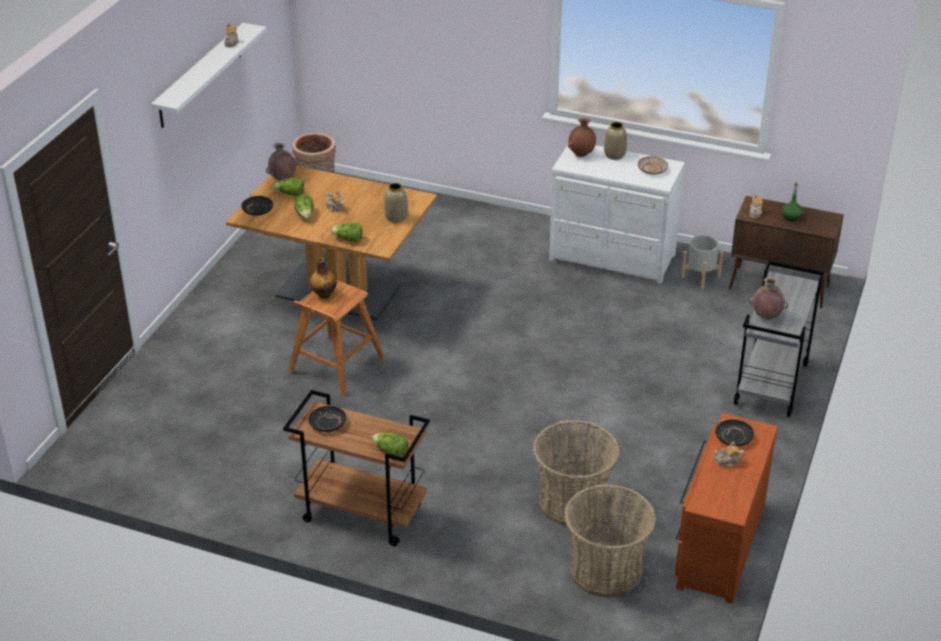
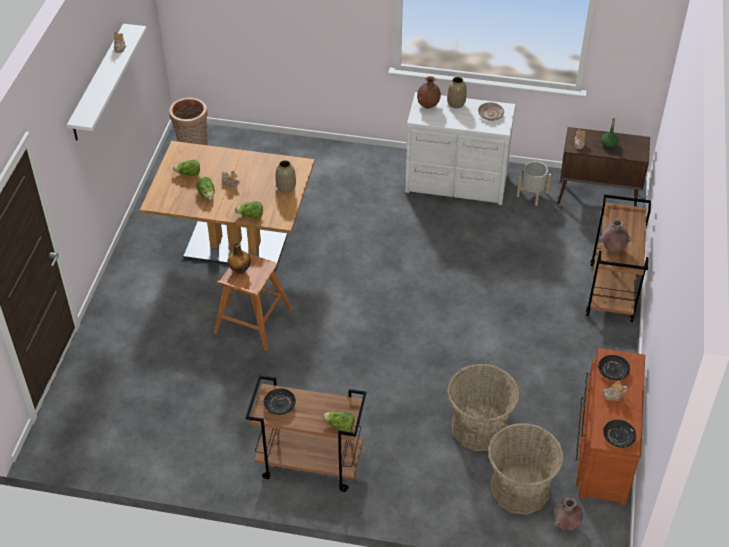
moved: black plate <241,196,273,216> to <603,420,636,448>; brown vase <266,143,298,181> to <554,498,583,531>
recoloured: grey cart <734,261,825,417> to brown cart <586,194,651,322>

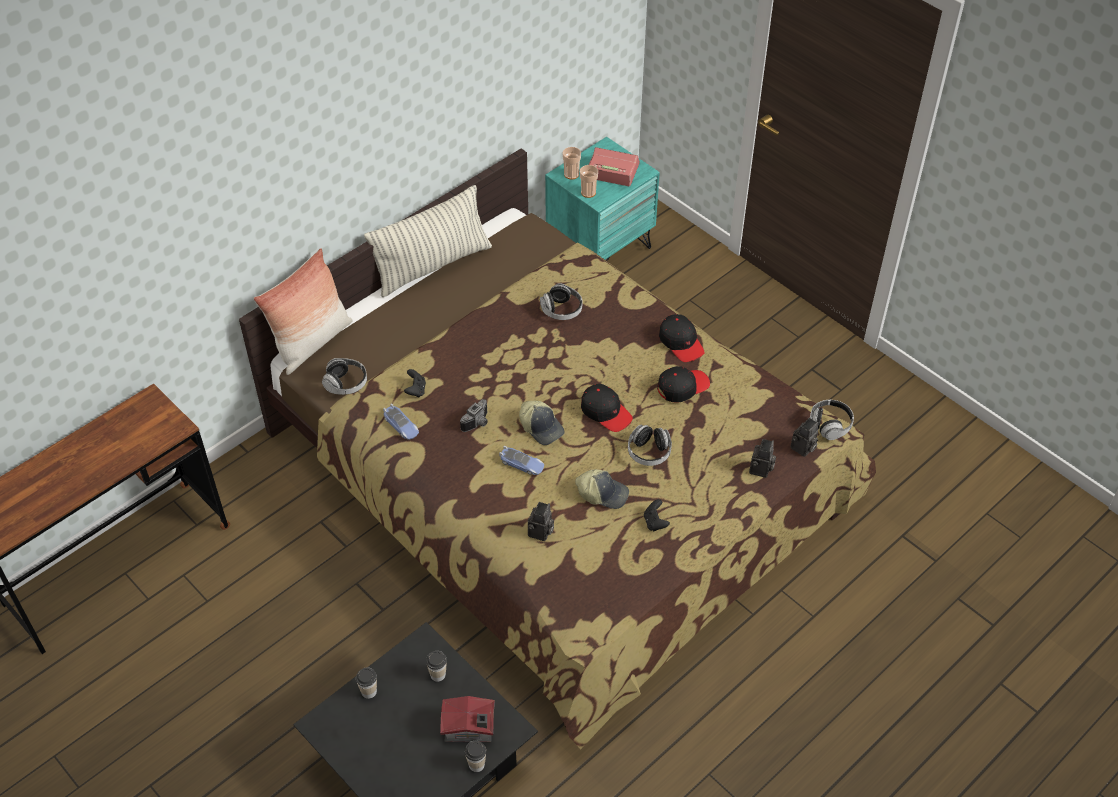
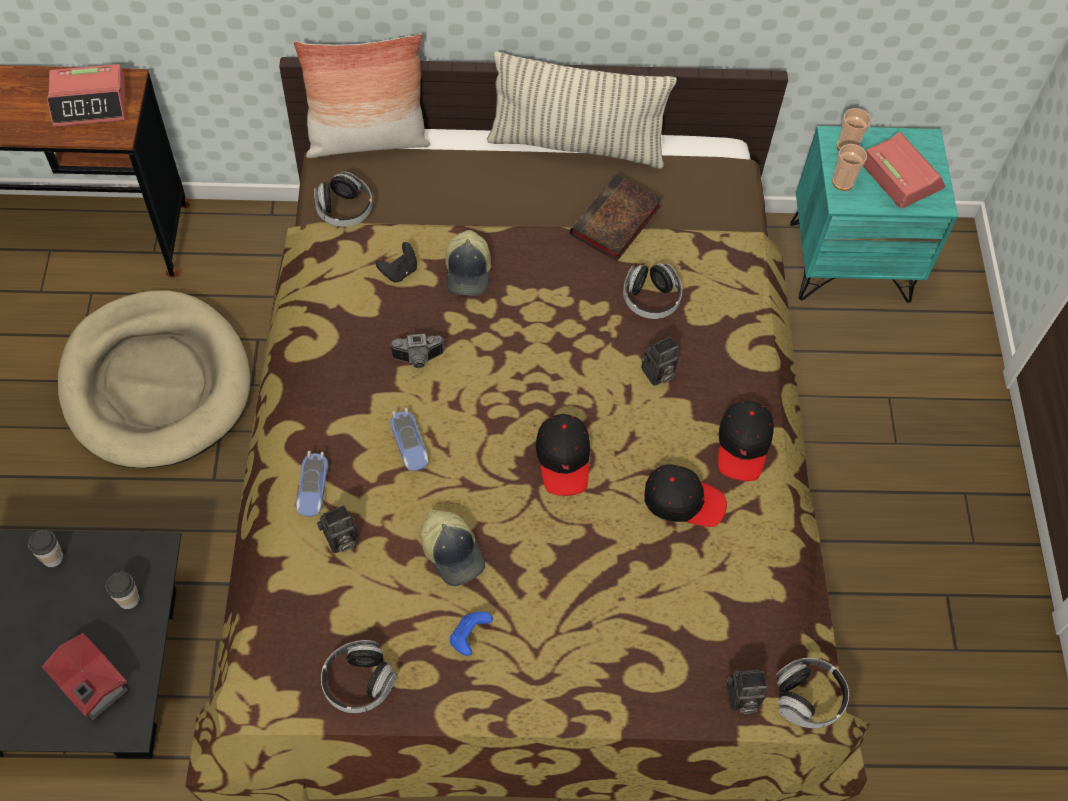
removed: cup <465,741,486,772>
added: alarm clock <47,64,125,127>; beige dog bed <58,291,251,468>; book <570,174,662,261>
moved: toy car <383,403,419,440> to <296,451,329,517>; cap <519,401,565,445> to <445,230,491,296>; headphones <628,425,672,466> to <321,640,397,713>; photo camera <749,439,776,478> to <641,337,679,386>
recoloured: black game controller <644,499,670,531> to blue game controller <450,611,493,656>

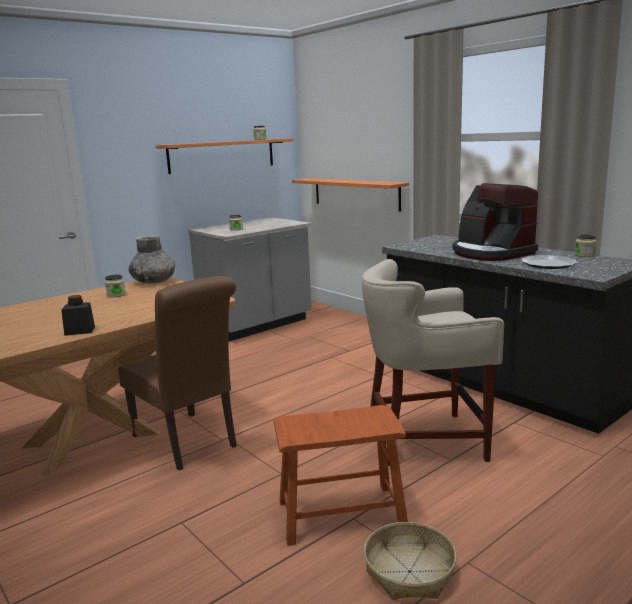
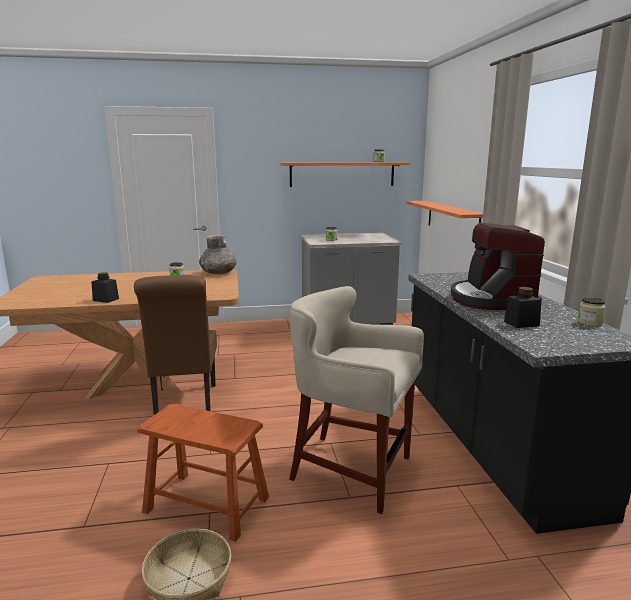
replaced: plate <521,255,578,269> to black jar <504,287,542,328>

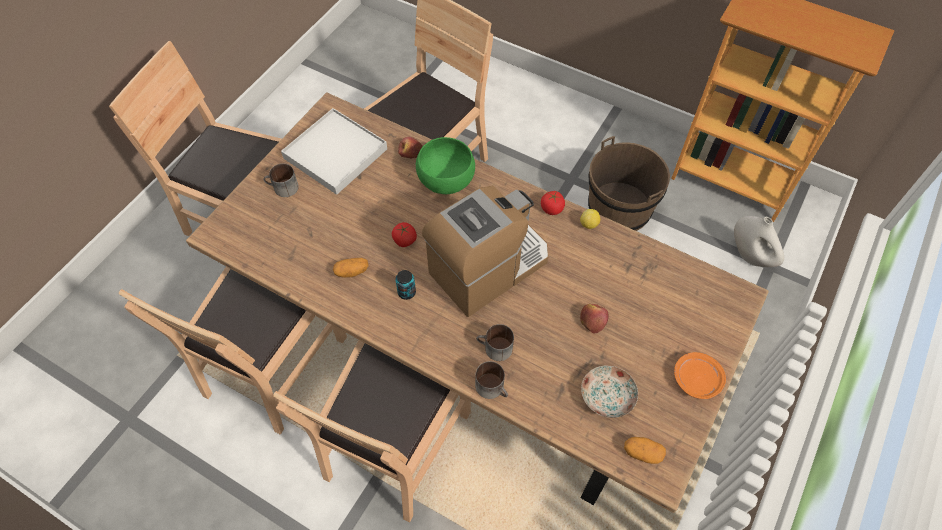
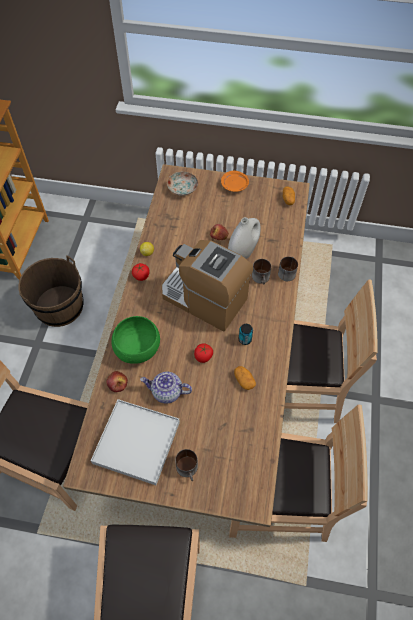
added: teapot <140,372,192,404>
moved: plate <581,366,638,418> to <167,172,198,196>; white vase <734,216,784,267> to <228,217,261,259>

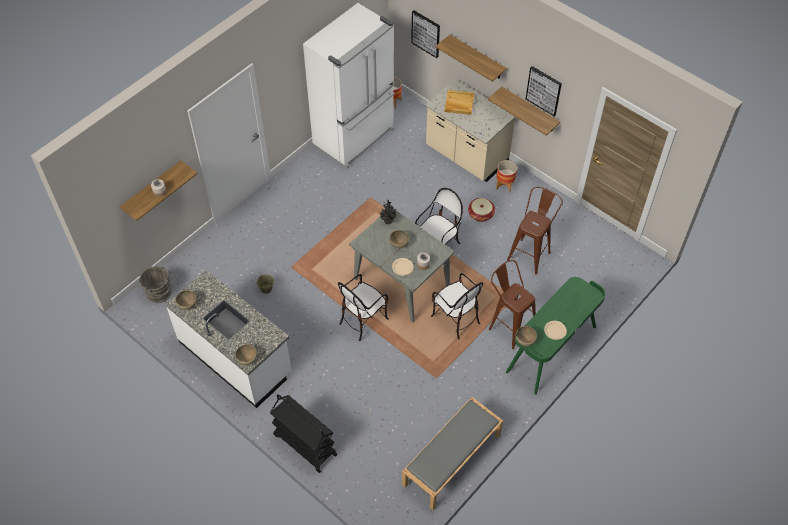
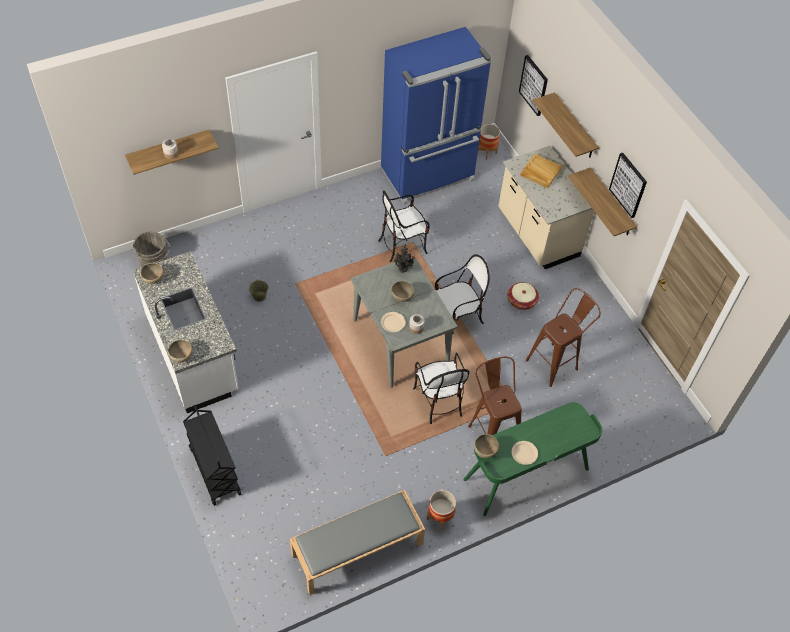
moved: chair <338,274,389,341> to <378,190,430,262>; planter <496,160,517,193> to <427,490,456,531>
recoloured: white fridge <303,3,395,169> to blue fridge <381,27,491,205>

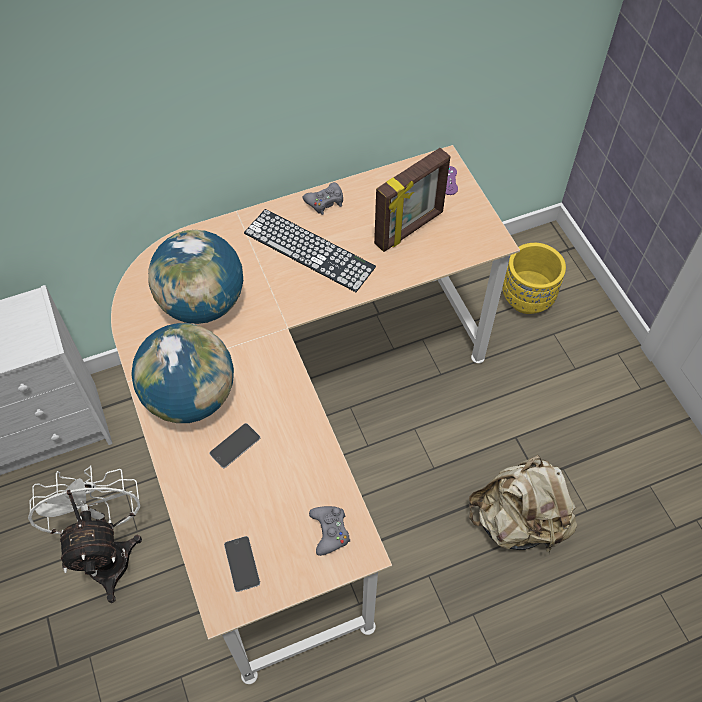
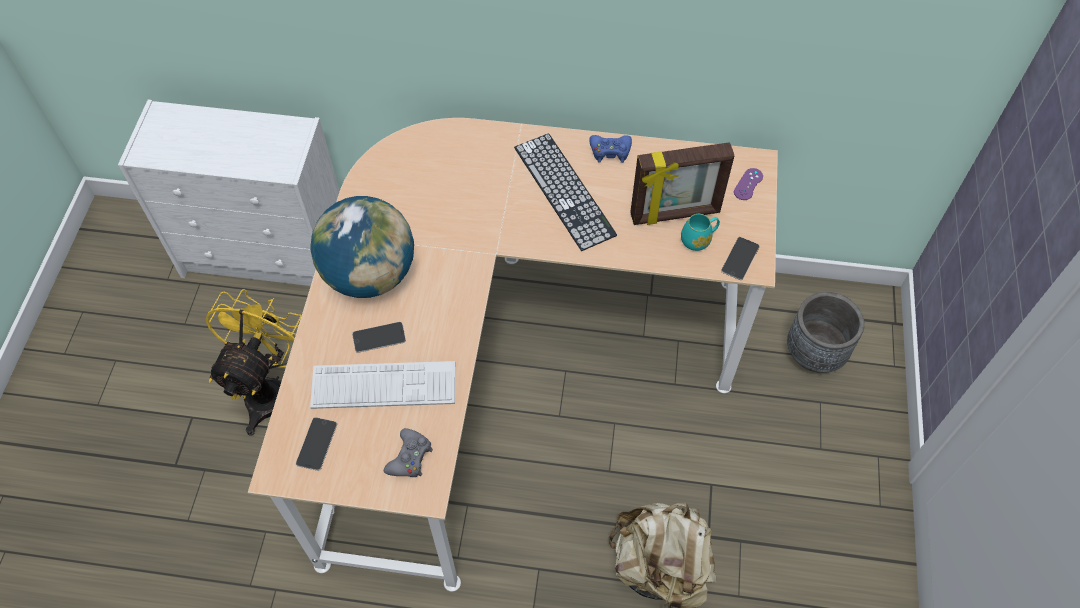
removed: globe <148,230,243,324>
added: keyboard <310,361,455,409>; turquoise mug <681,214,720,251>; phone <721,237,760,280>
recoloured: white fan <28,465,142,603> to yellow fan <205,289,301,436>; grey game controller <303,182,343,215> to blue game controller <589,135,632,163>; yellow planter <503,243,566,314> to grey planter <787,292,865,373>

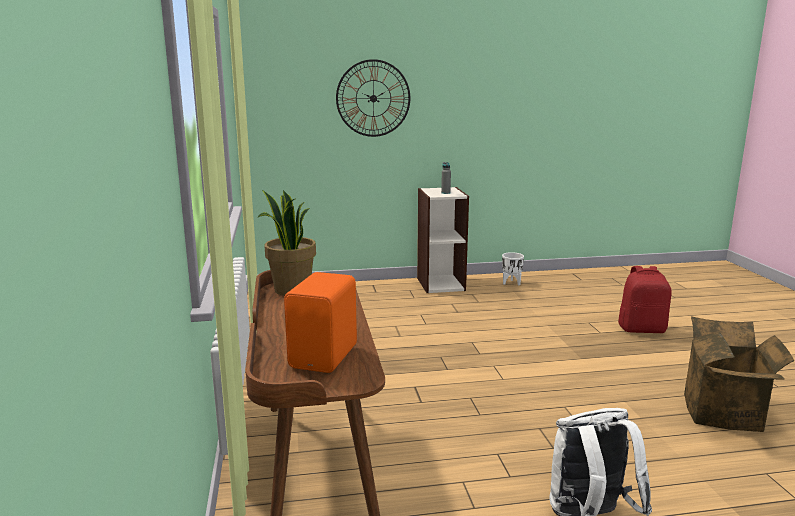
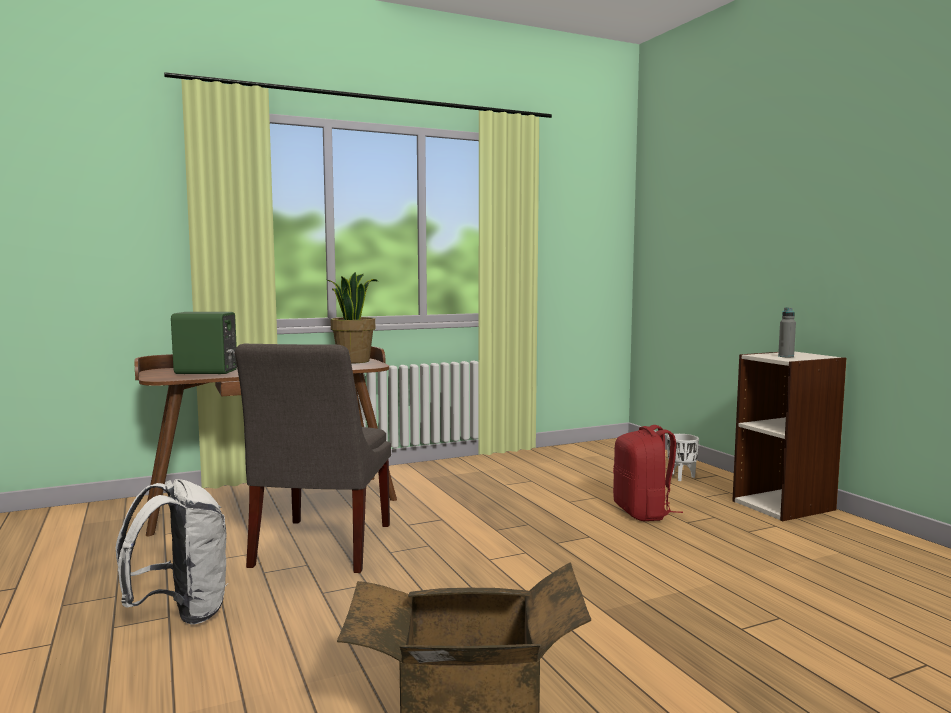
removed: wall clock <336,59,410,137>
added: grey chair <235,344,391,573>
moved: white planter <502,252,524,285> to <667,434,699,481>; red backpack <618,266,672,333> to <613,425,683,521>
recoloured: orange speaker <284,272,357,373> to green speaker <171,312,237,374>

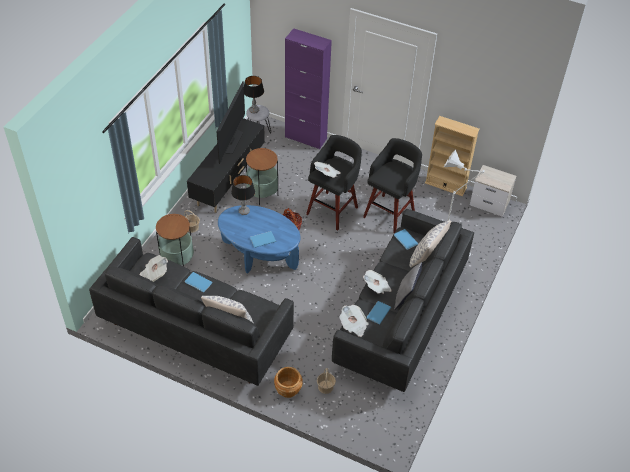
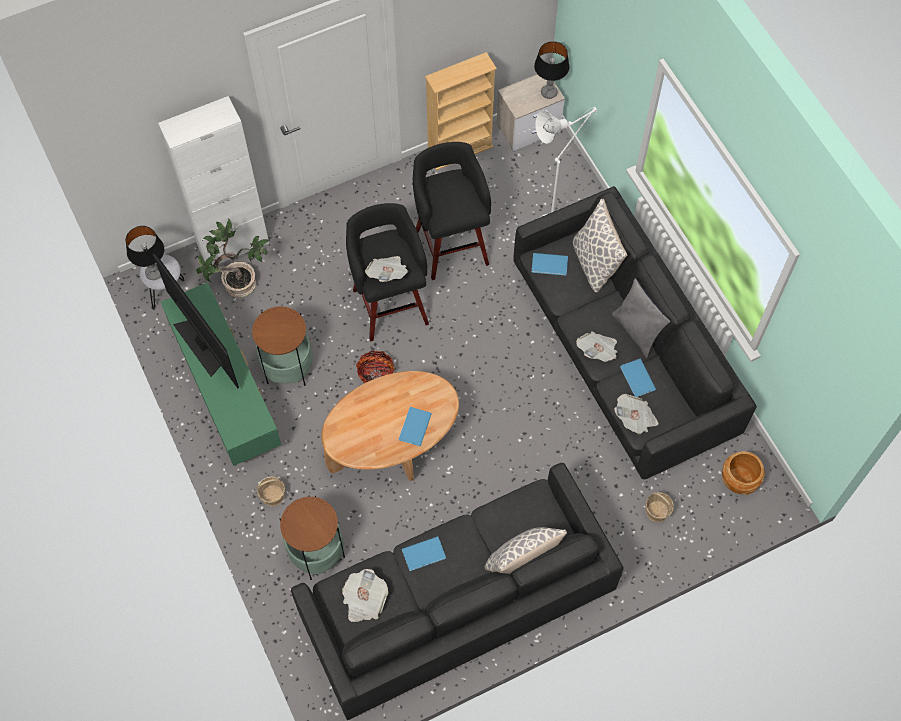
added: potted plant <196,218,269,298>
moved: table lamp <231,175,255,215> to <534,41,570,99>; brown planter <274,367,303,398> to <722,451,765,495>
recoloured: black tv stand <187,118,265,213> to green tv stand <161,282,281,466>; blue coffee table <218,205,301,273> to brown coffee table <321,371,459,481>; purple cabinet <285,28,332,149> to white cabinet <158,96,269,266>

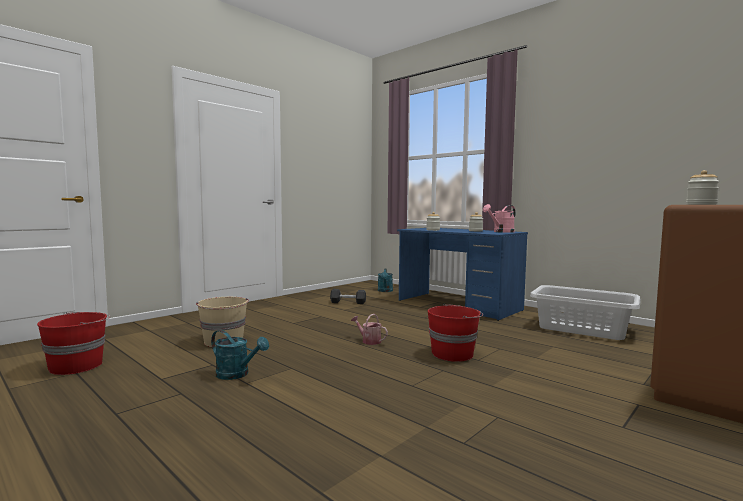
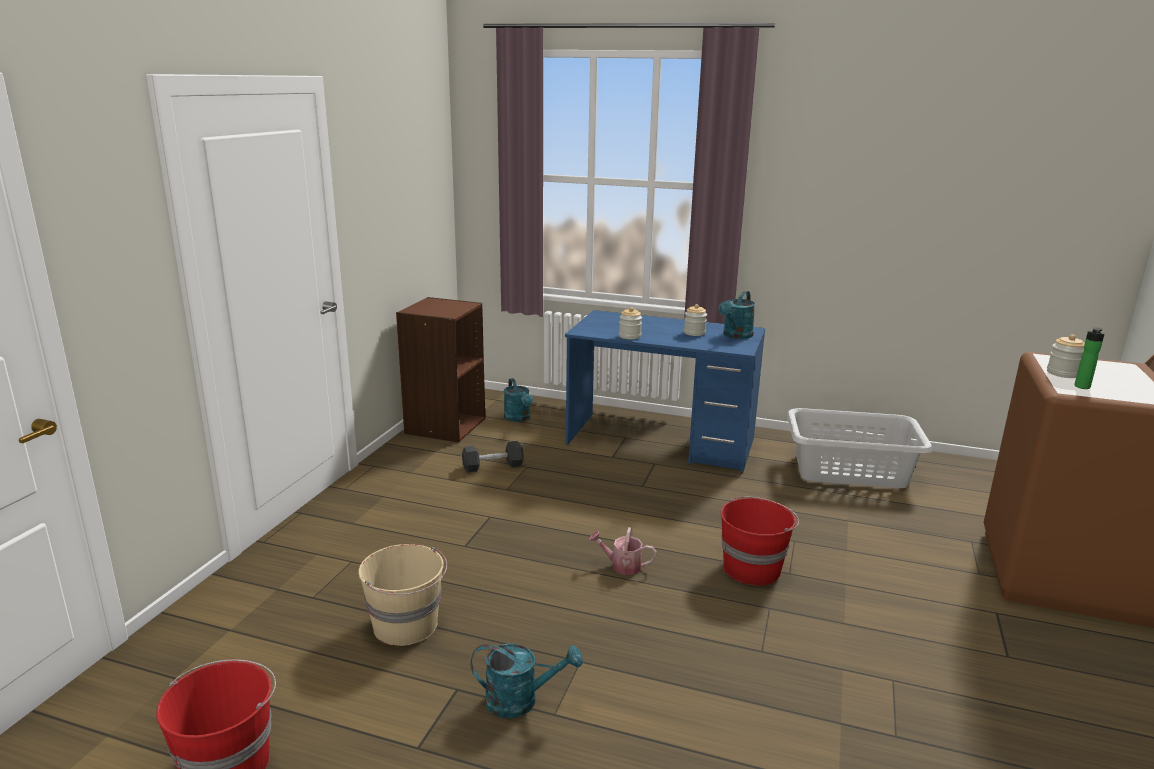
added: brown bookcase <396,297,485,443>; bottle <1074,327,1104,389>
recoloured: pink watering can <483,204,516,233> to turquoise watering can <718,291,755,339>

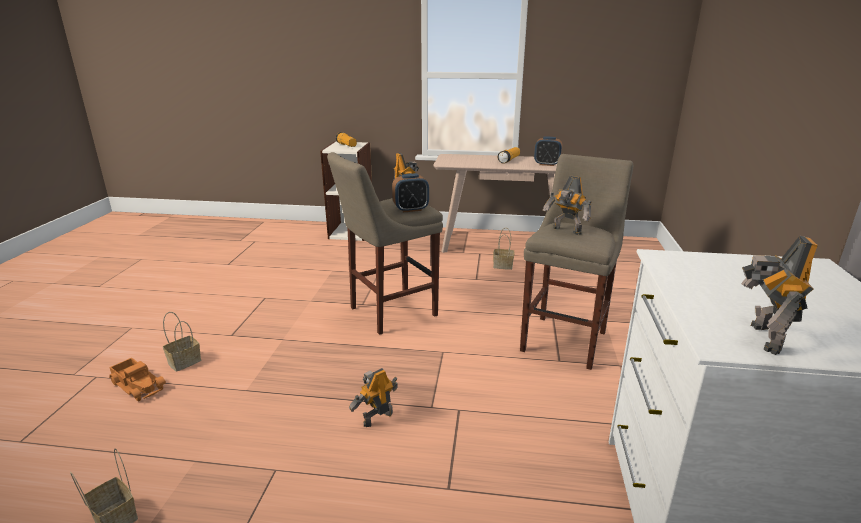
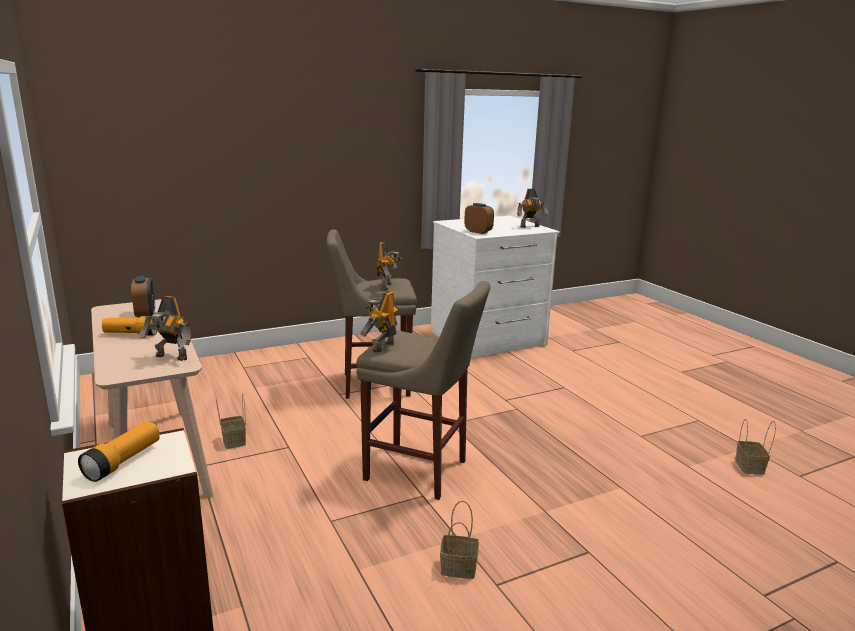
removed: toy truck <109,358,166,401>
moved: basket <163,312,201,372> to <440,501,479,579>; toy robot <349,368,398,427> to <139,296,191,361>; alarm clock <392,174,429,212> to <464,203,494,234>

